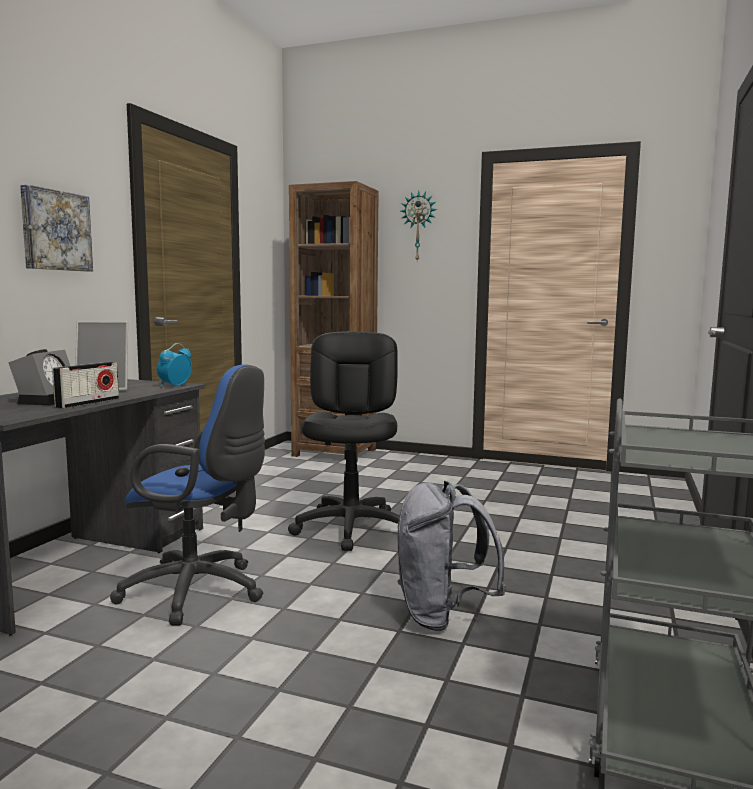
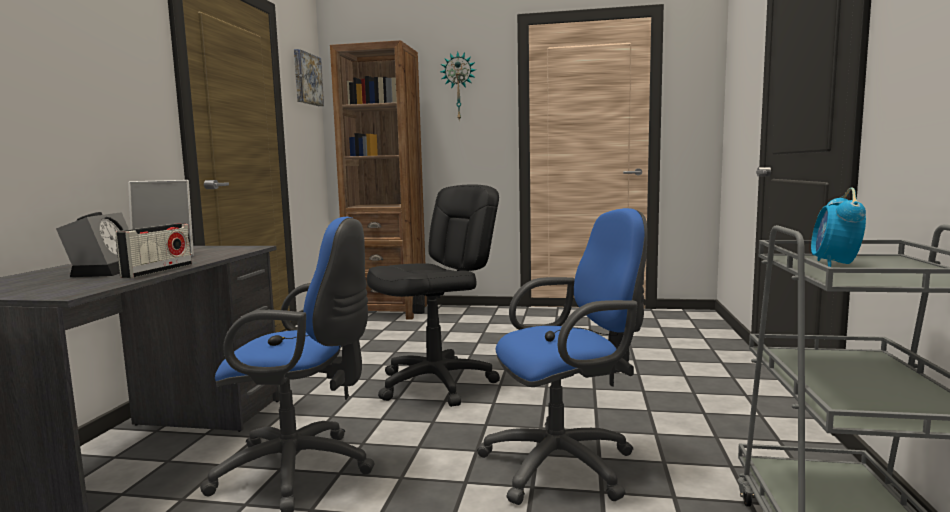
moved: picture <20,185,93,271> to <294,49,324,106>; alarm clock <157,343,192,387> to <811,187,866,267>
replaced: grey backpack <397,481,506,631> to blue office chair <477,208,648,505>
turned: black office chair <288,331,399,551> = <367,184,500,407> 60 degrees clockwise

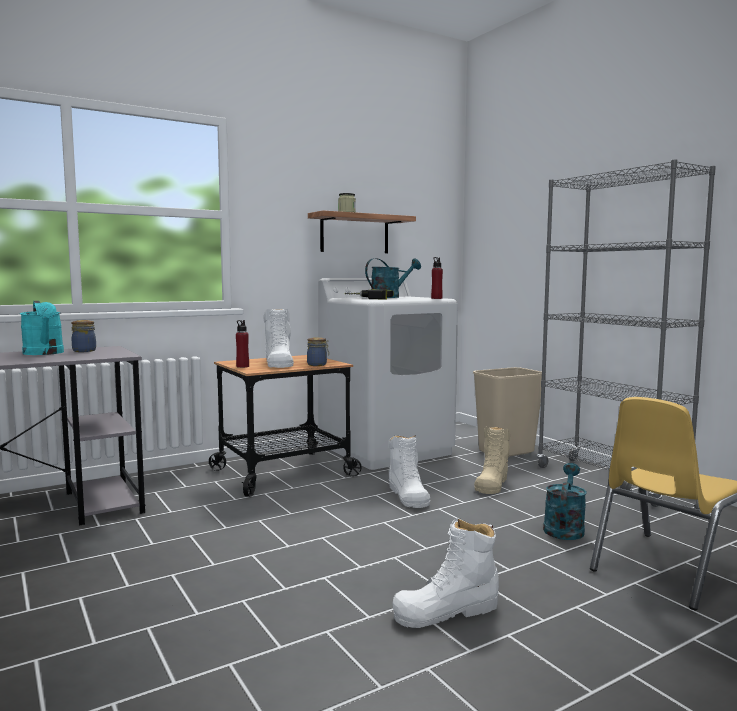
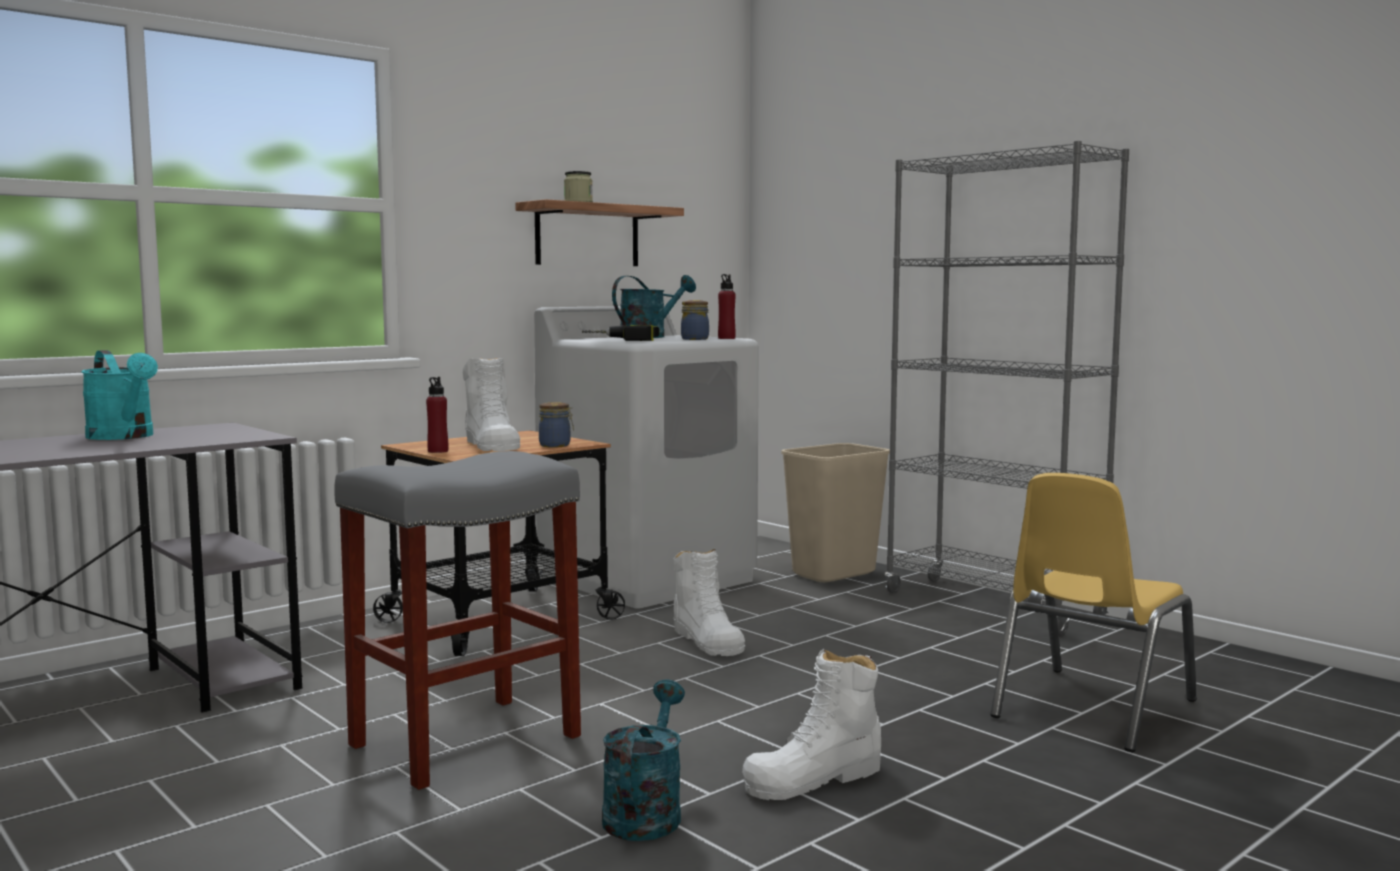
removed: beige boot <474,427,510,494>
added: grey stool <334,451,581,790>
moved: jar <72,320,96,352> to <681,300,709,340>; turquoise watering can <543,463,587,540> to <602,679,685,841>

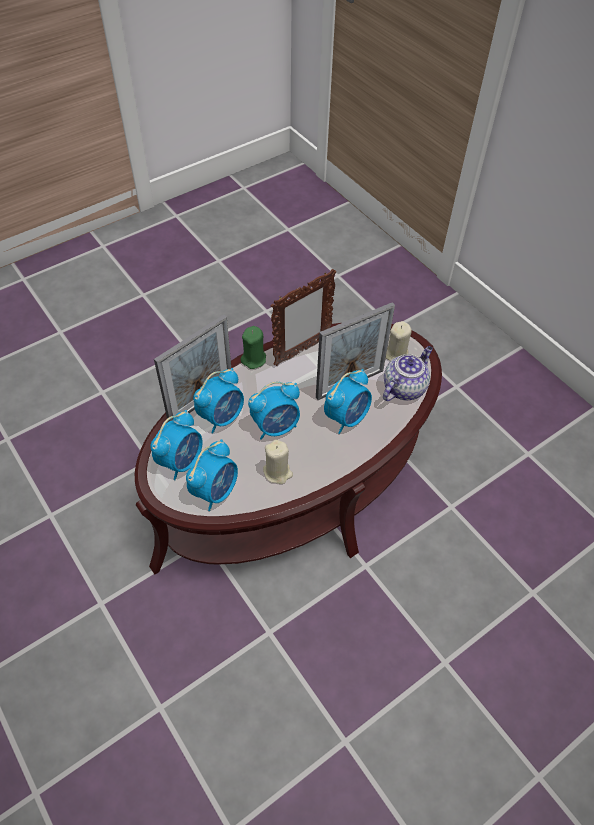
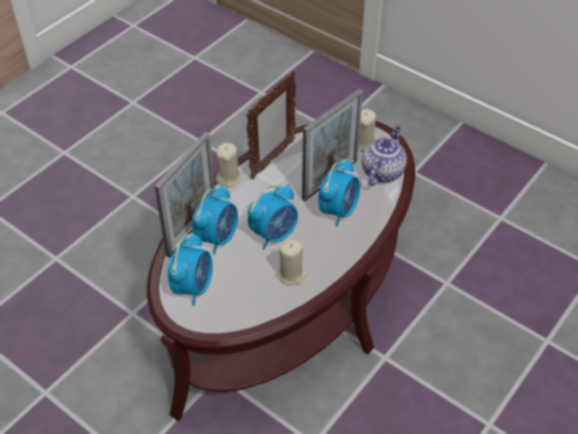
removed: alarm clock <186,439,238,511>
recoloured: green candle <240,326,266,369> to beige candle <215,143,241,187>

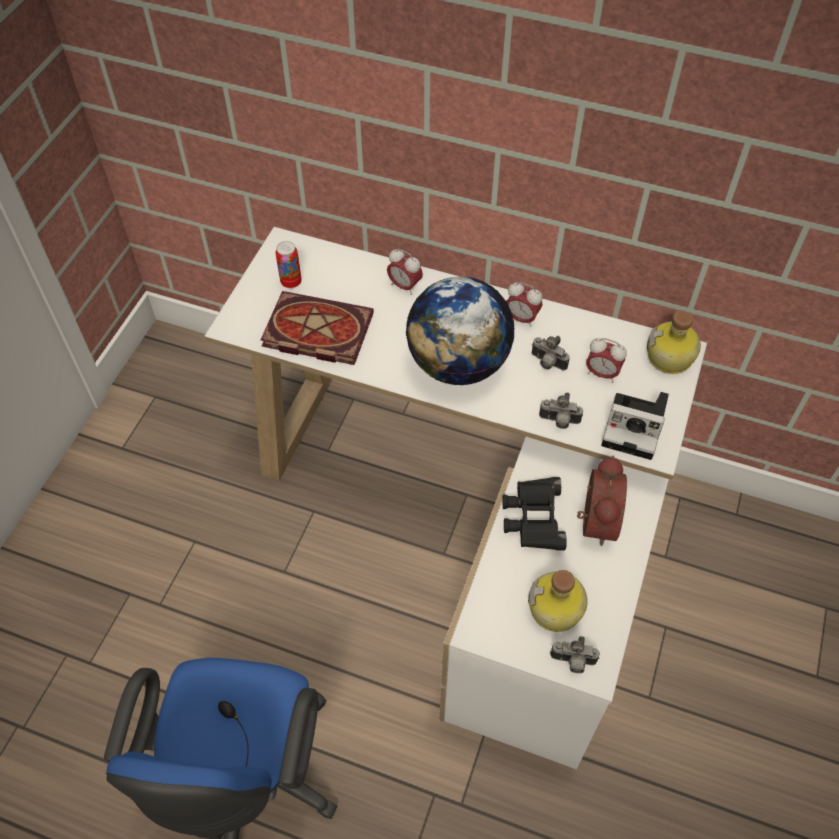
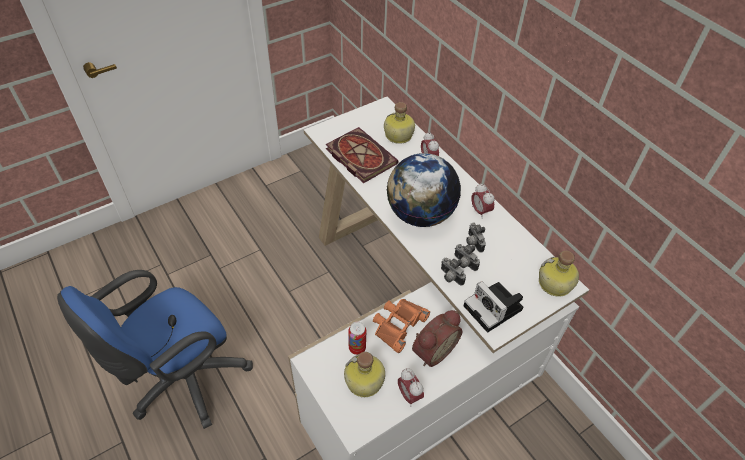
added: bottle <384,102,415,144>
moved: can <276,241,302,288> to <348,322,366,355>; photo camera <550,636,600,673> to <454,244,480,271>; alarm clock <586,338,627,382> to <398,368,424,406>
recoloured: black binoculars <502,477,567,550> to orange binoculars <373,299,430,353>

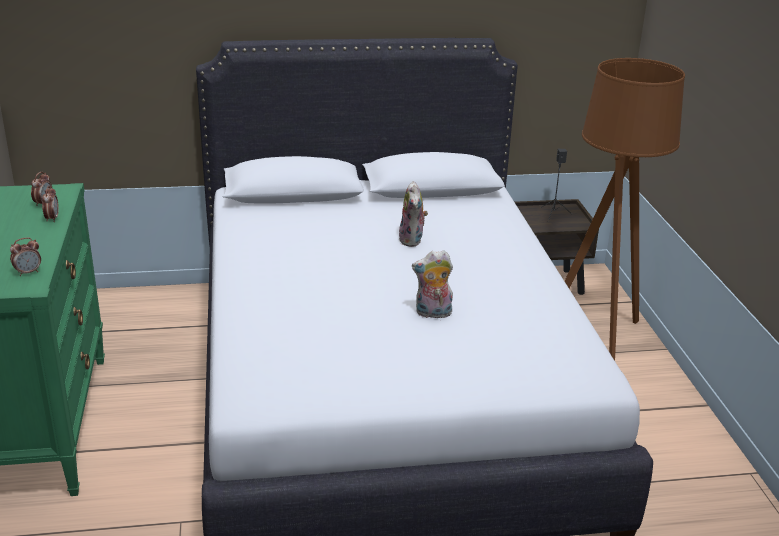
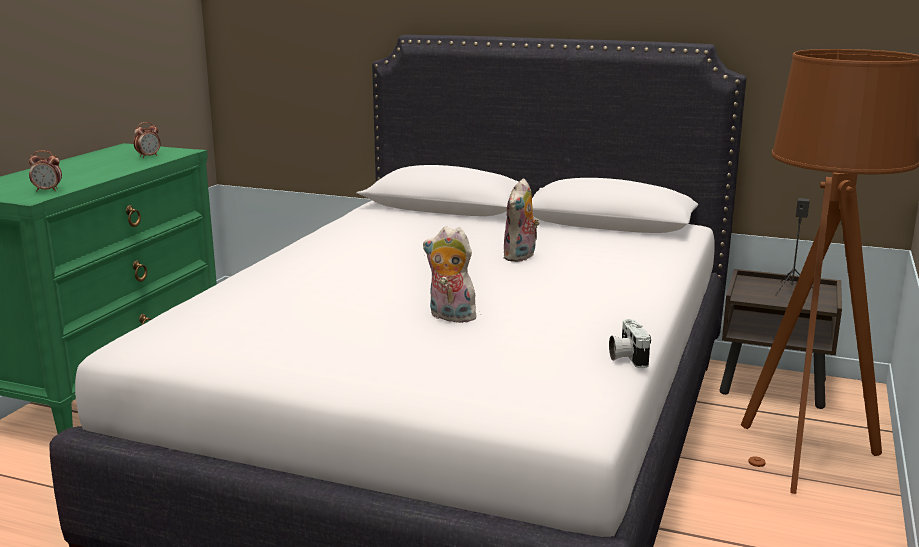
removed: alarm clock <42,186,59,222>
added: photo camera <609,319,651,368>

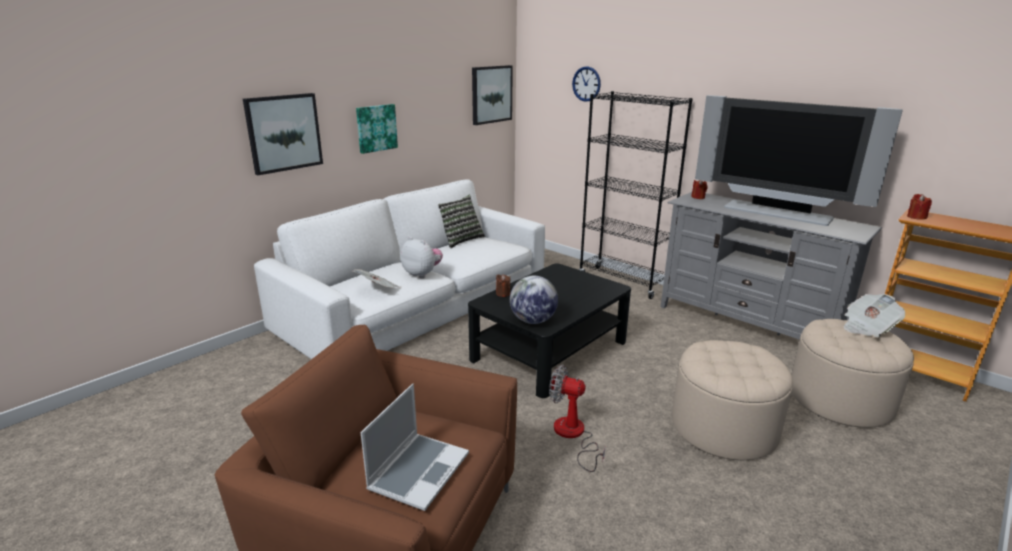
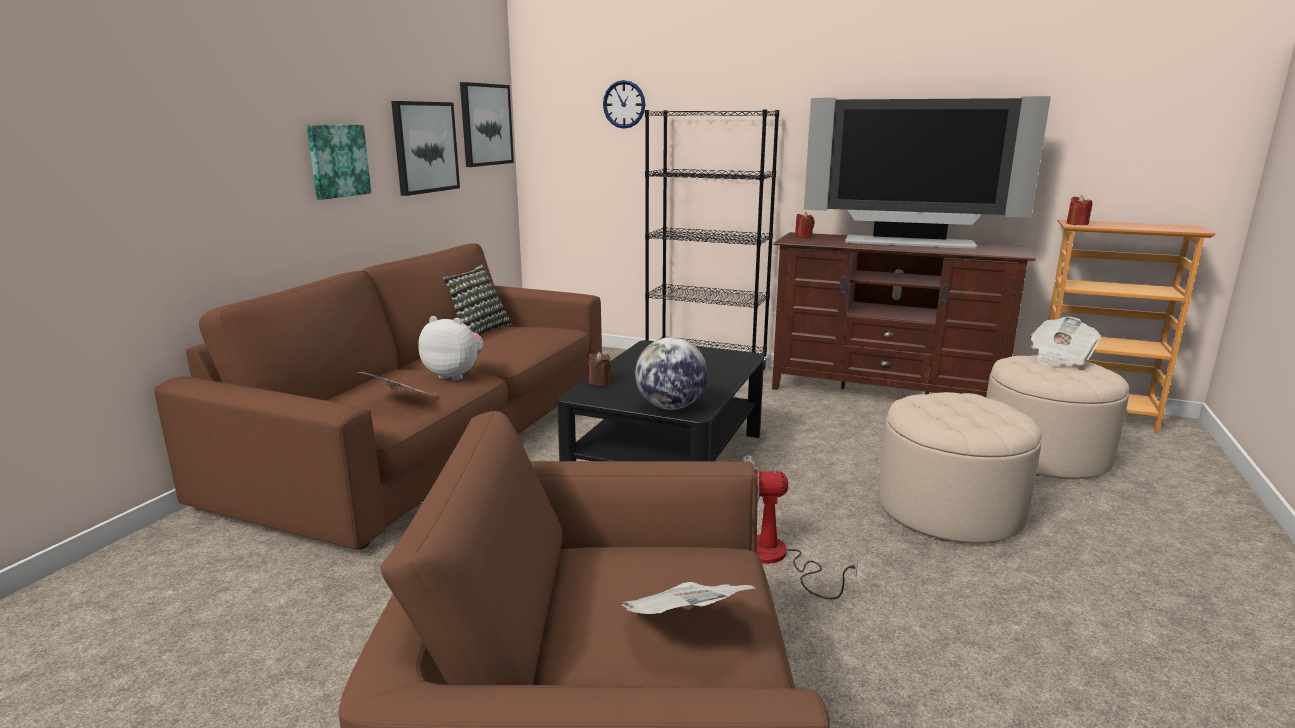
moved: picture <243,93,323,175> to <391,101,460,196>
replaced: laptop <361,384,469,511> to newspaper <622,582,755,614>
recoloured: white sofa <254,179,545,359> to brown sofa <154,243,602,550>; grey tv stand <661,192,882,340> to brown tv stand <772,232,1036,397>

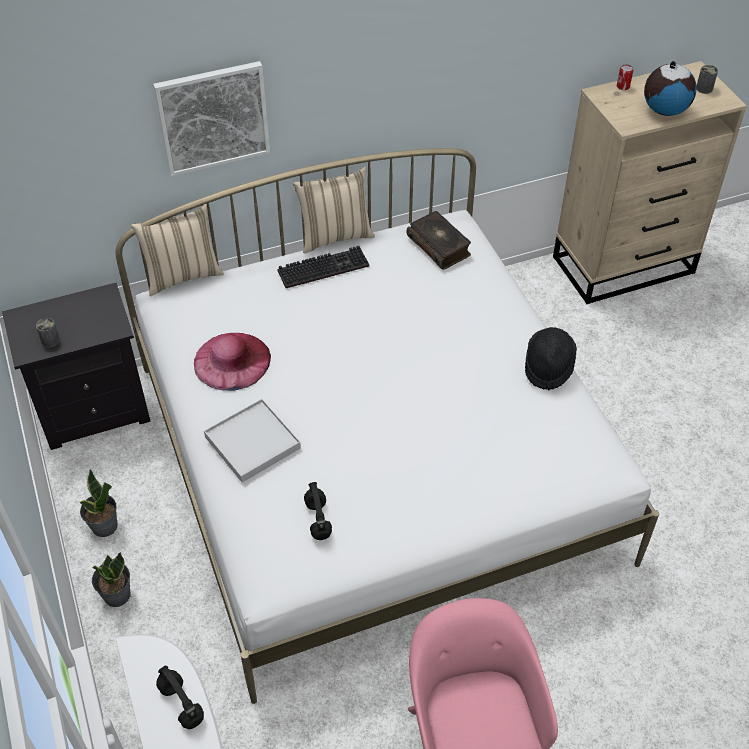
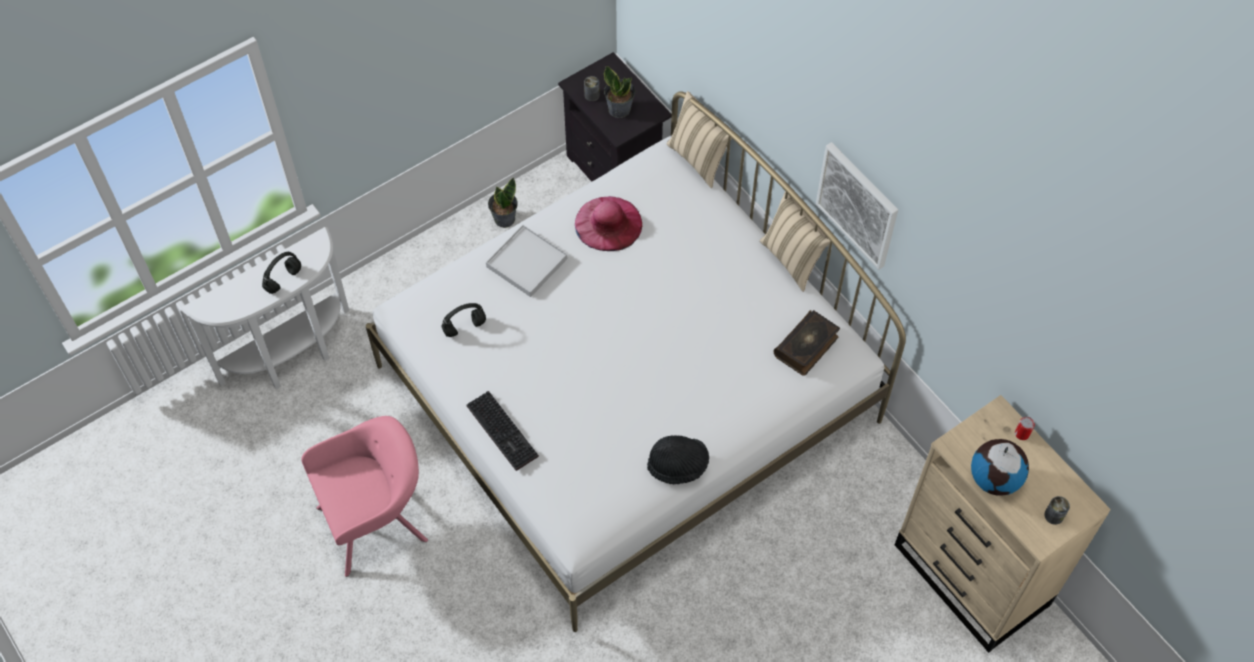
moved: potted plant <92,552,131,607> to <604,66,635,118>; picture <153,61,270,176> to <816,142,898,270>; keyboard <277,246,369,288> to <467,391,539,471>

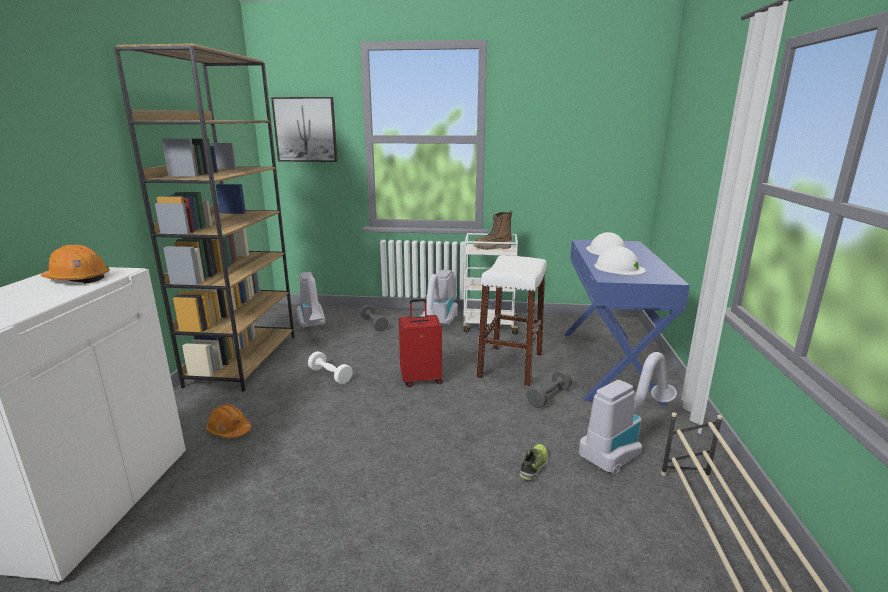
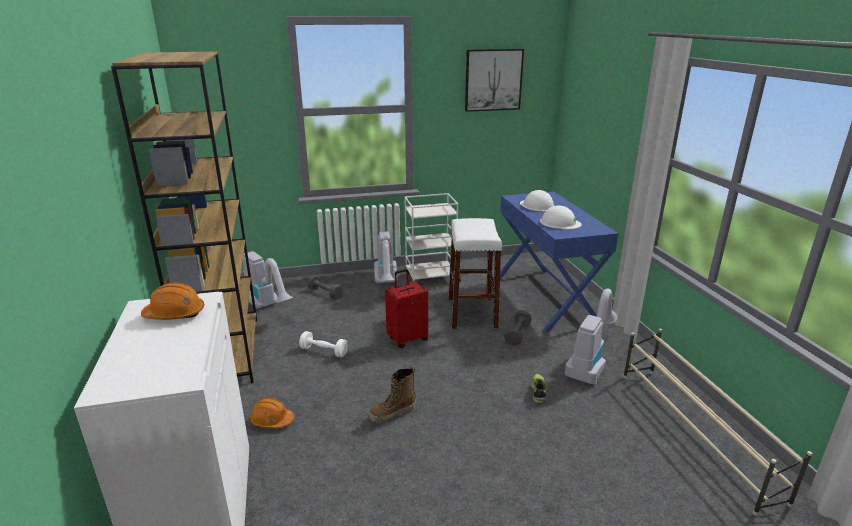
moved: picture <271,97,338,162> to <465,49,524,112>; boot <474,210,512,250> to <370,366,416,423>

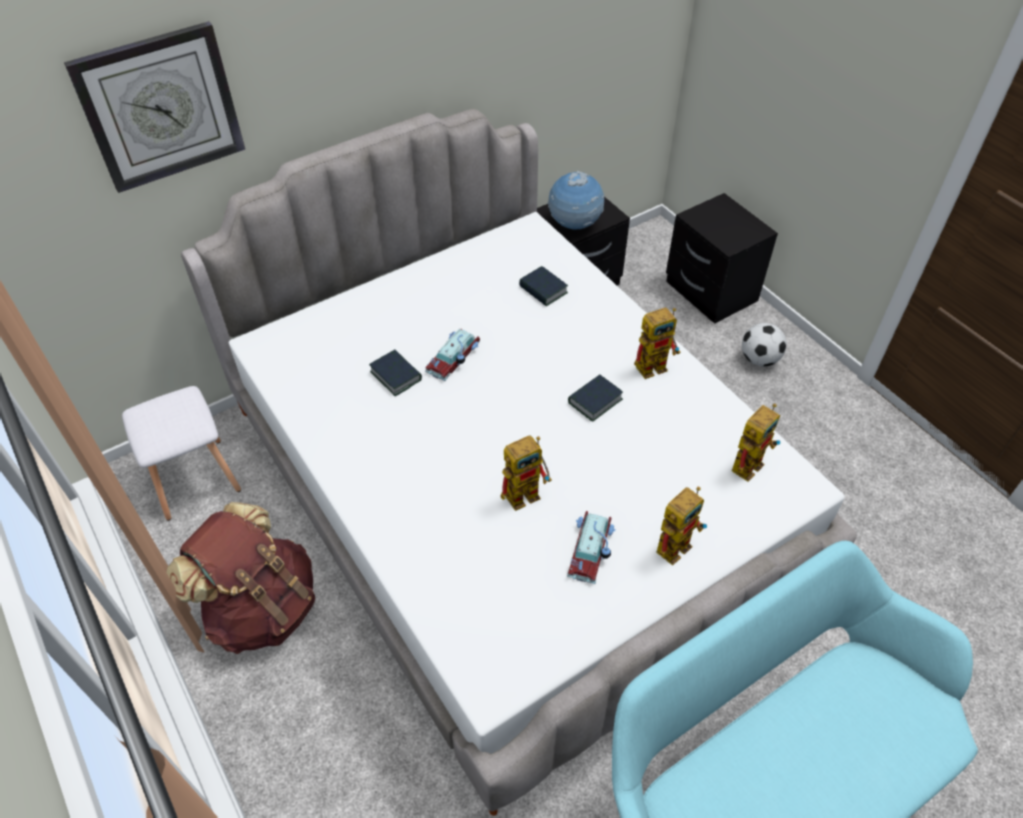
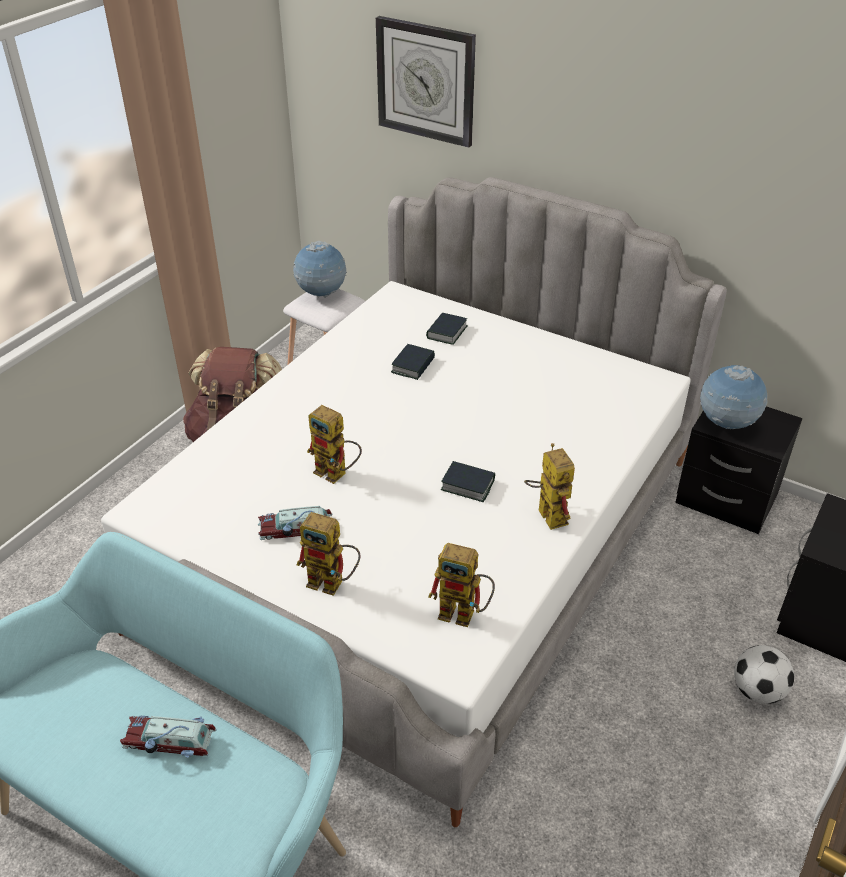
added: globe <293,241,347,298>
moved: toy car <425,329,480,381> to <120,716,217,758>; book <519,266,568,306> to <426,312,468,345>
turned: toy robot <634,307,680,379> = <524,443,575,530> 150 degrees counterclockwise

